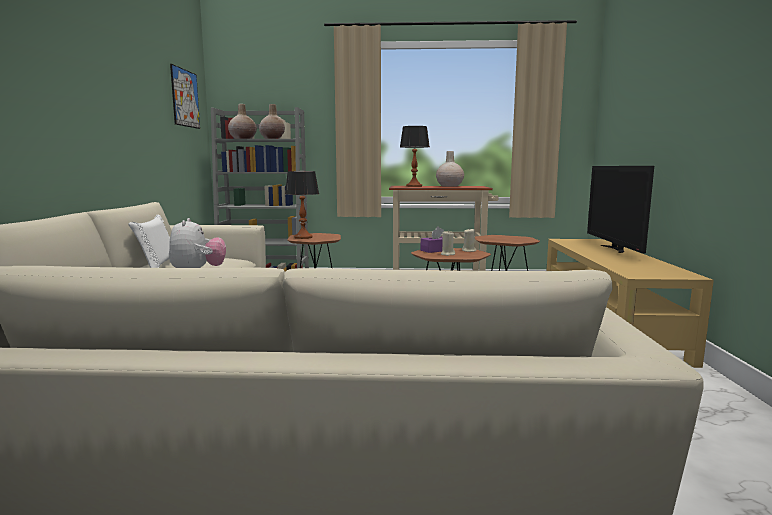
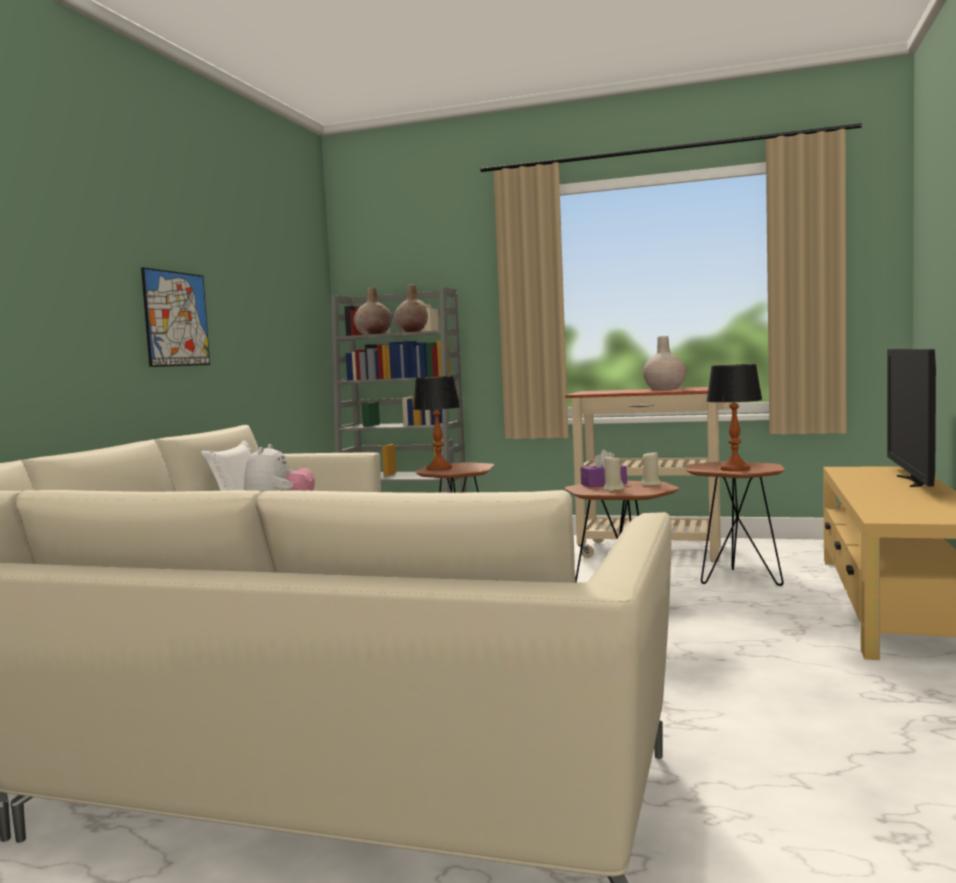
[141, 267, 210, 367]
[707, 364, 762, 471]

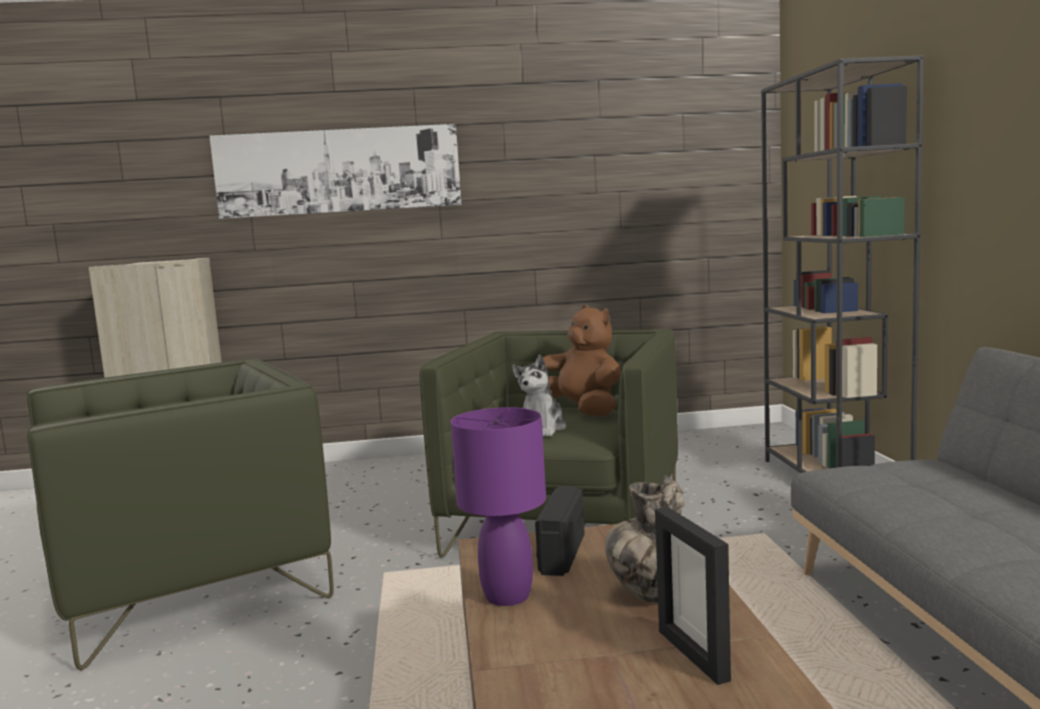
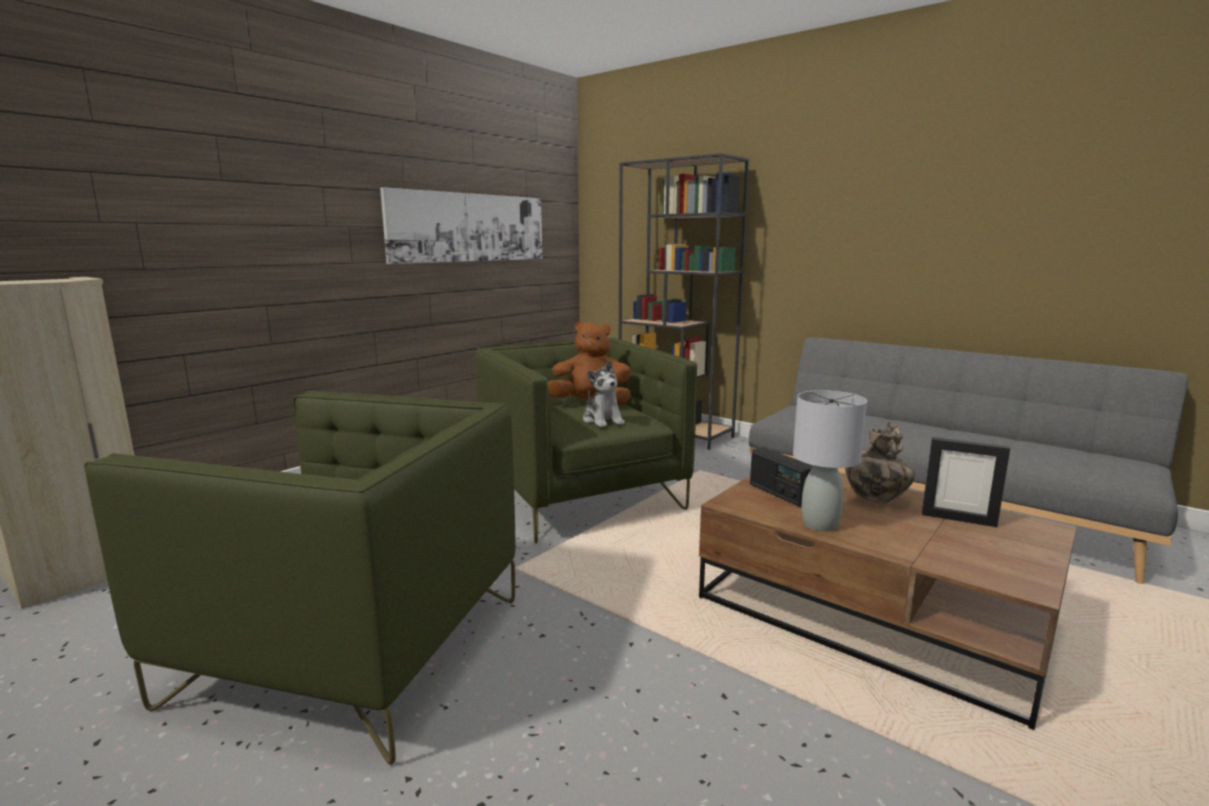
[380, 187, 542, 264]
[84, 391, 515, 766]
[793, 390, 867, 532]

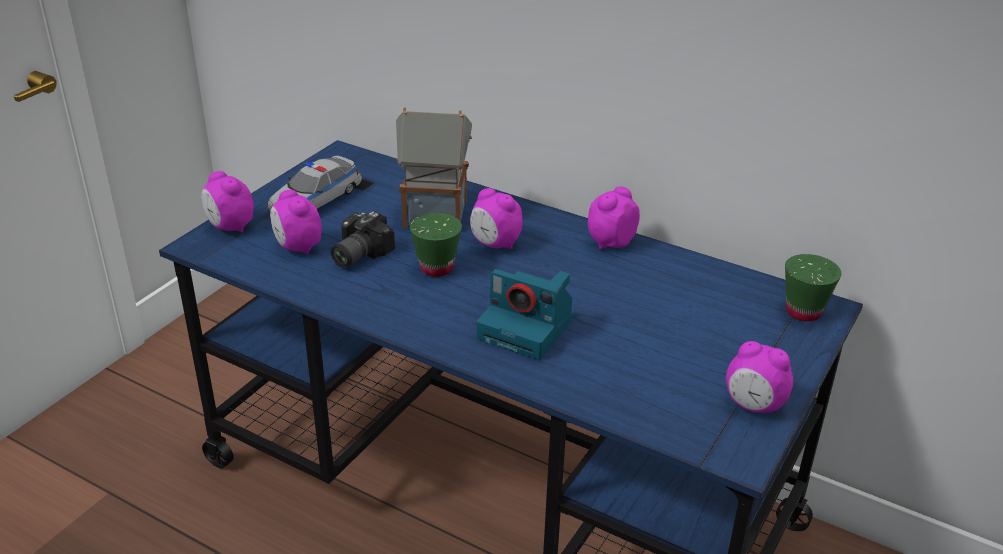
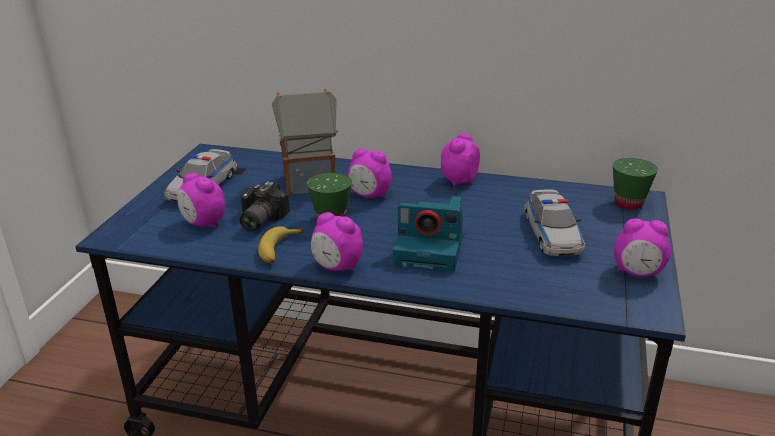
[311, 212, 363, 271]
[524, 190, 585, 256]
[258, 226, 303, 264]

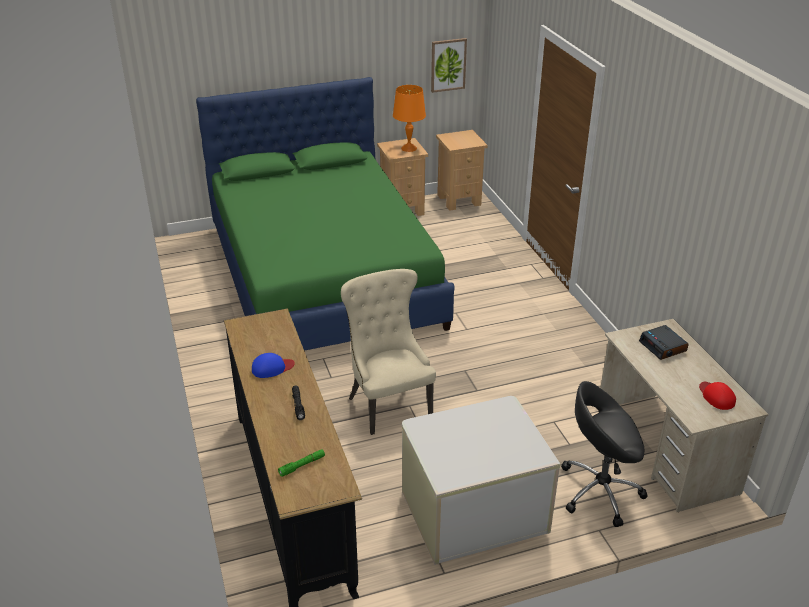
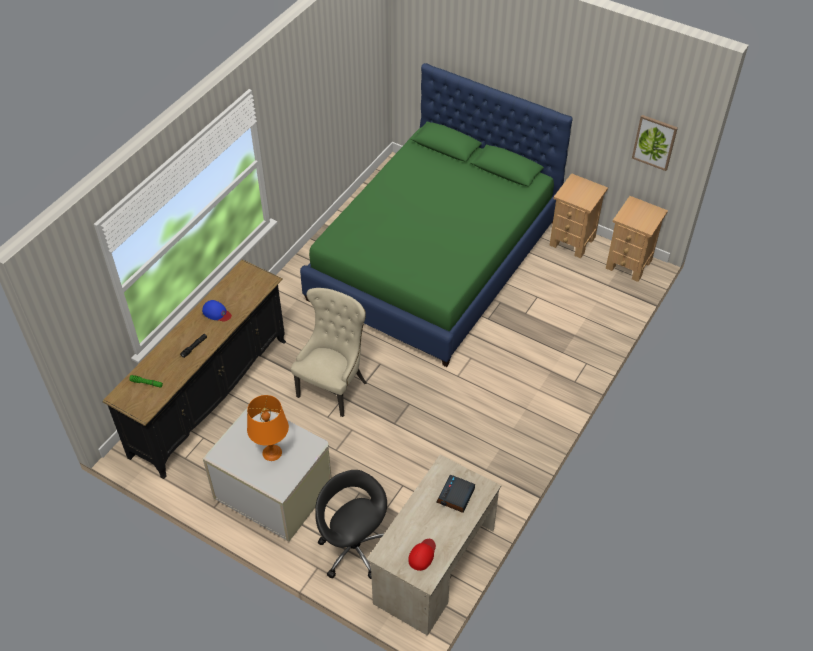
[247, 395, 289, 461]

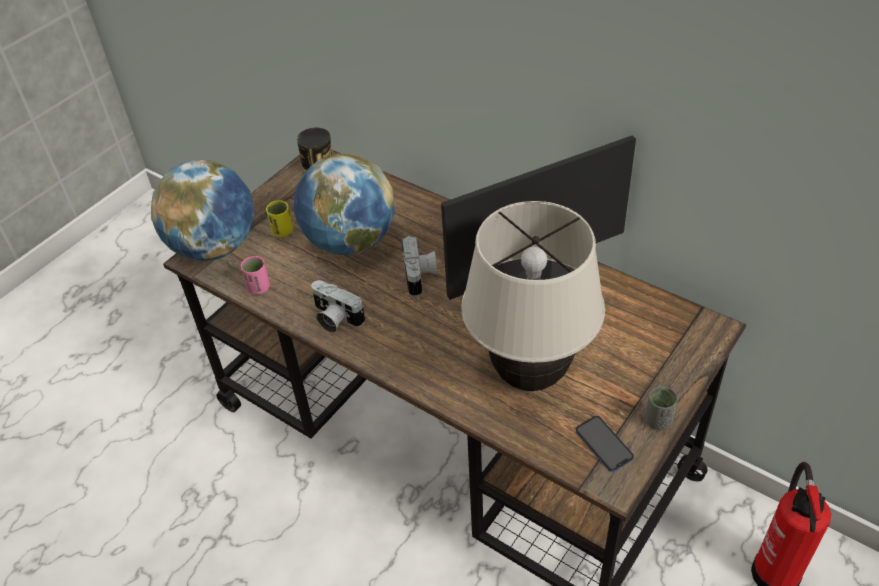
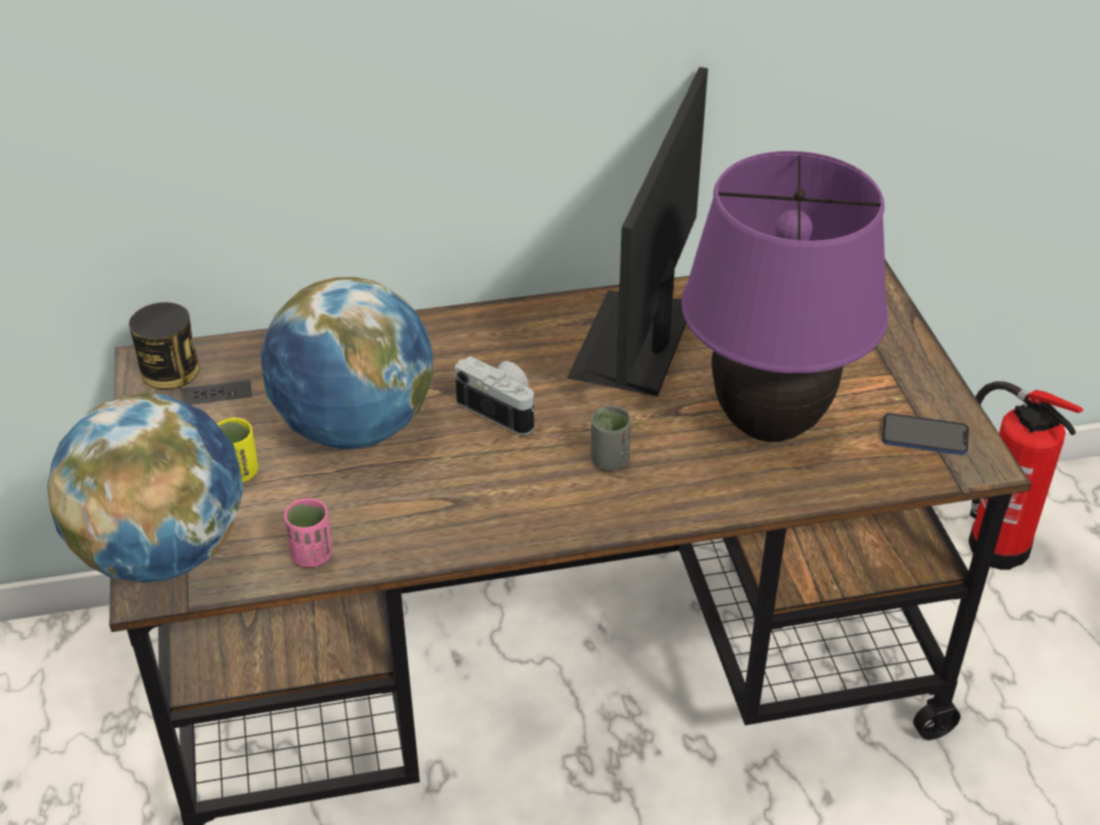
[681, 151, 889, 442]
[311, 280, 365, 333] (first image)
[591, 406, 631, 471]

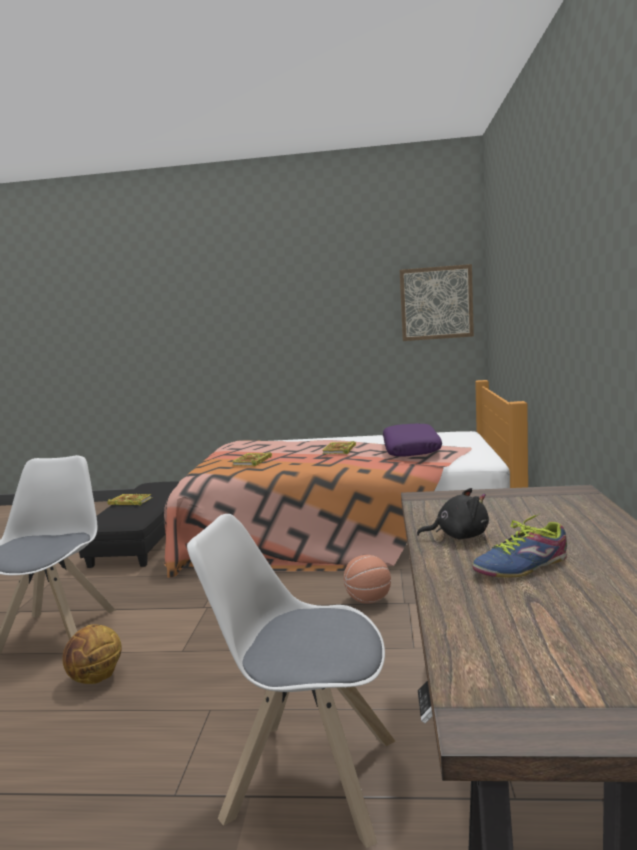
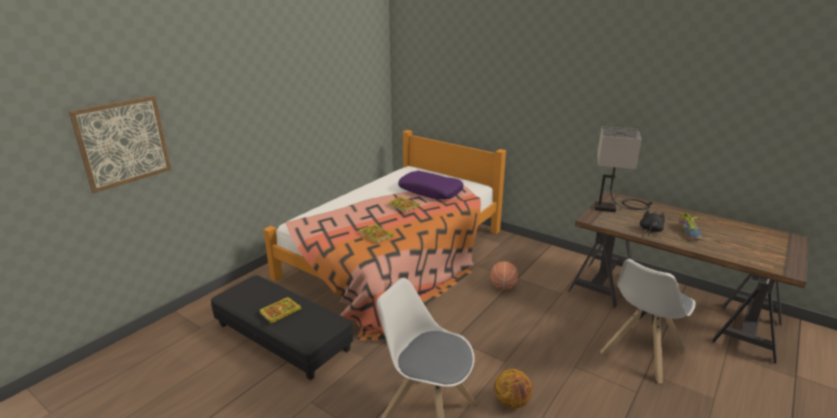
[68, 95, 171, 194]
[595, 127, 653, 212]

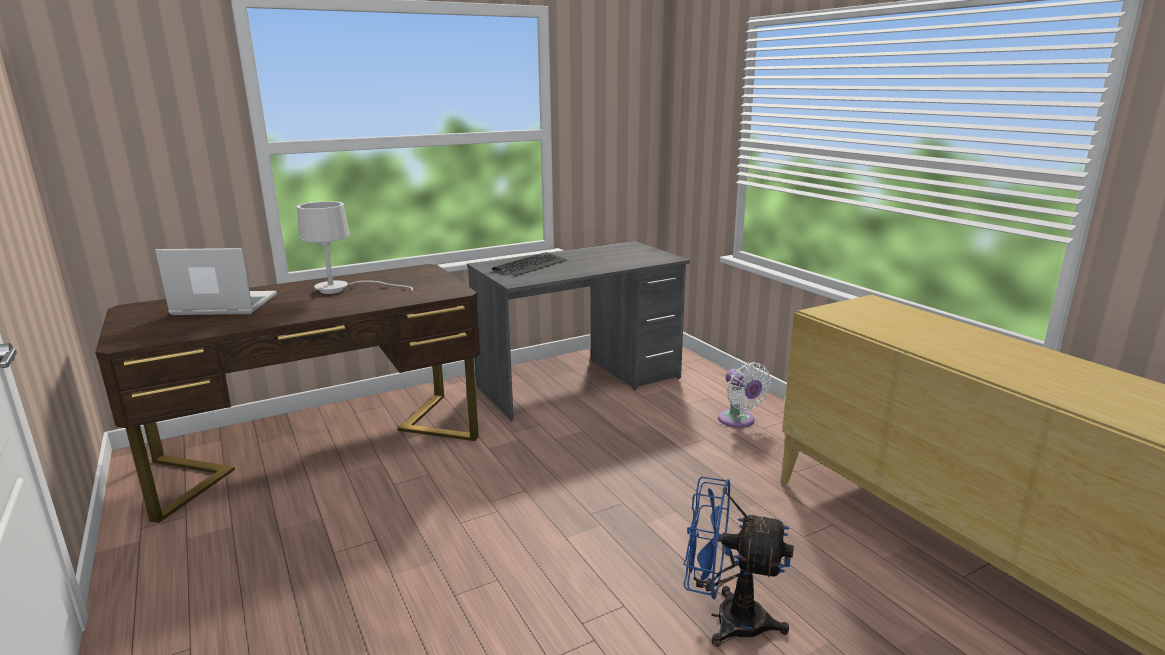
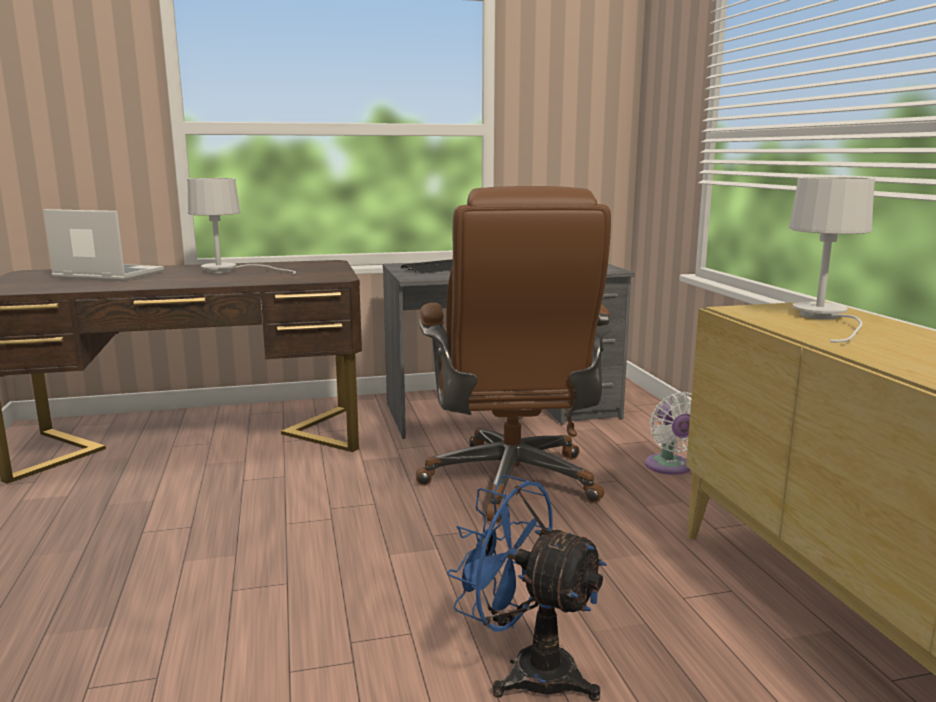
[789, 177, 875, 342]
[416, 186, 612, 522]

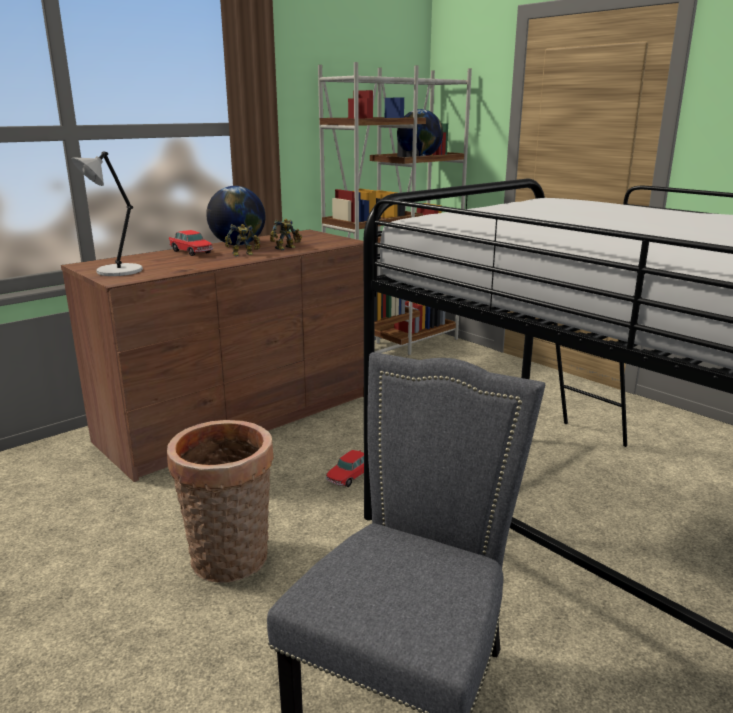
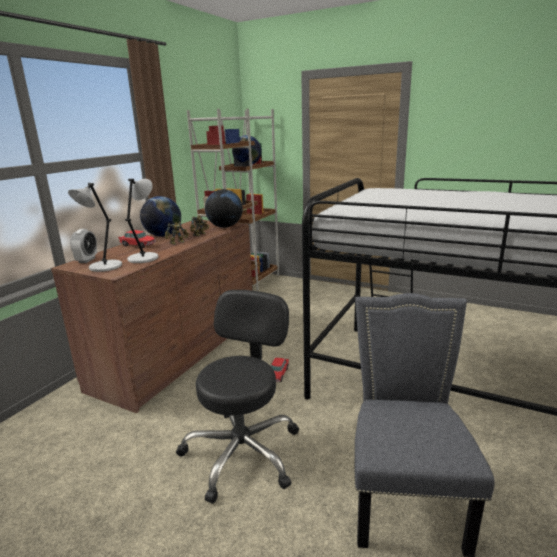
[176, 290, 299, 504]
[125, 179, 159, 263]
[205, 189, 243, 228]
[70, 229, 97, 263]

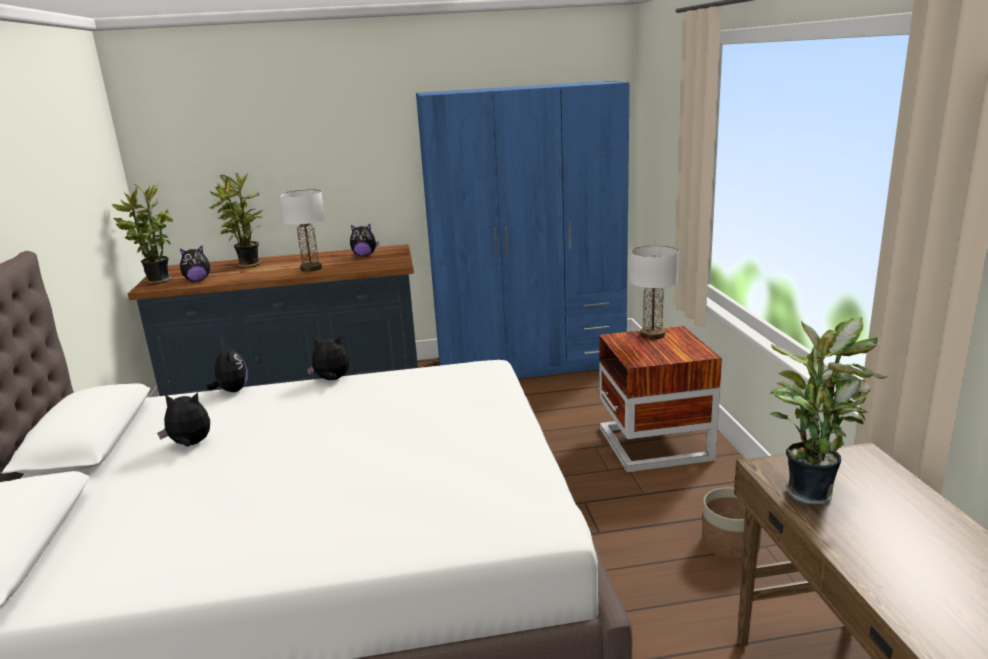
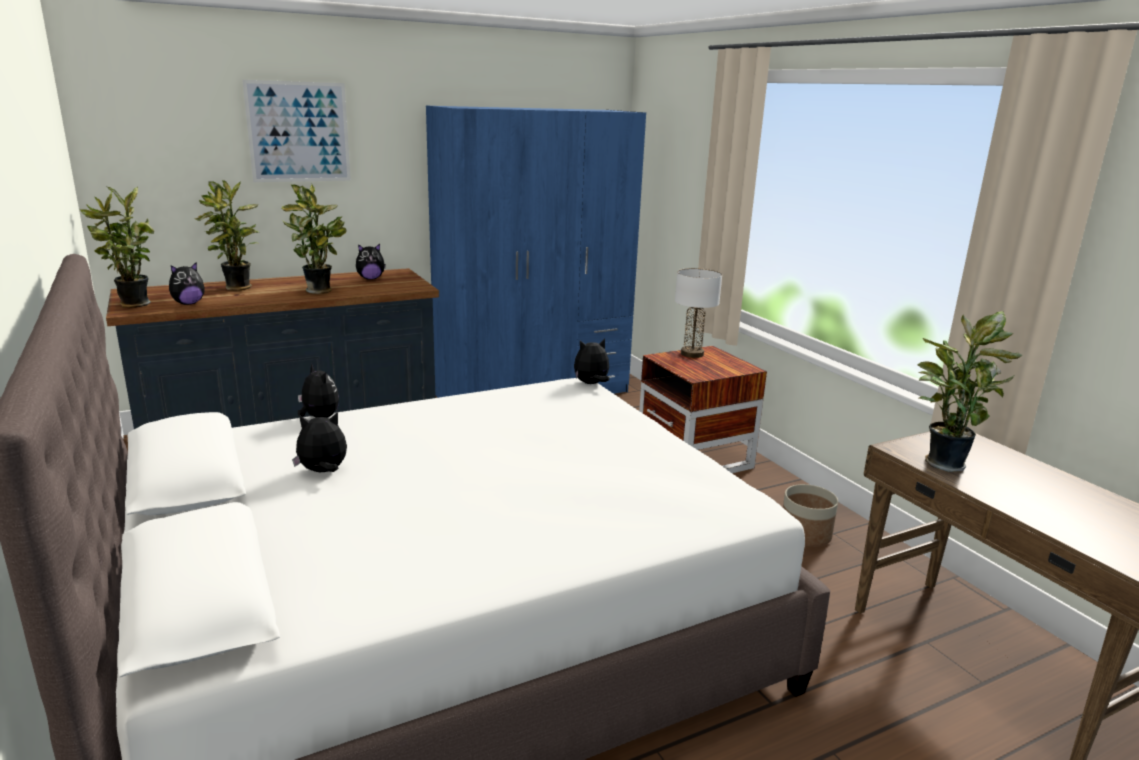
[281, 184, 347, 294]
[574, 339, 609, 384]
[242, 80, 351, 182]

